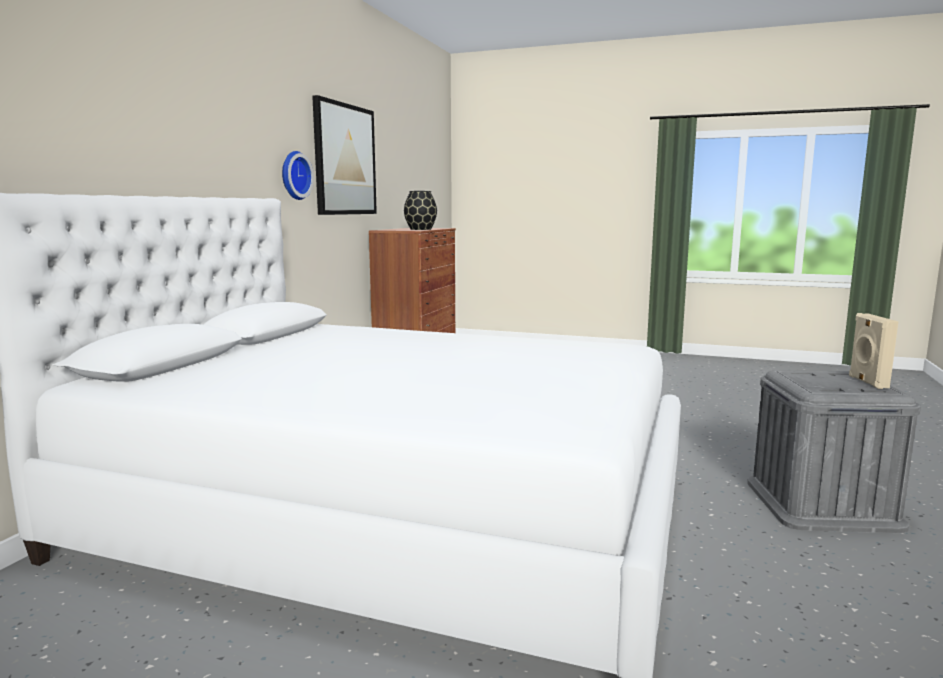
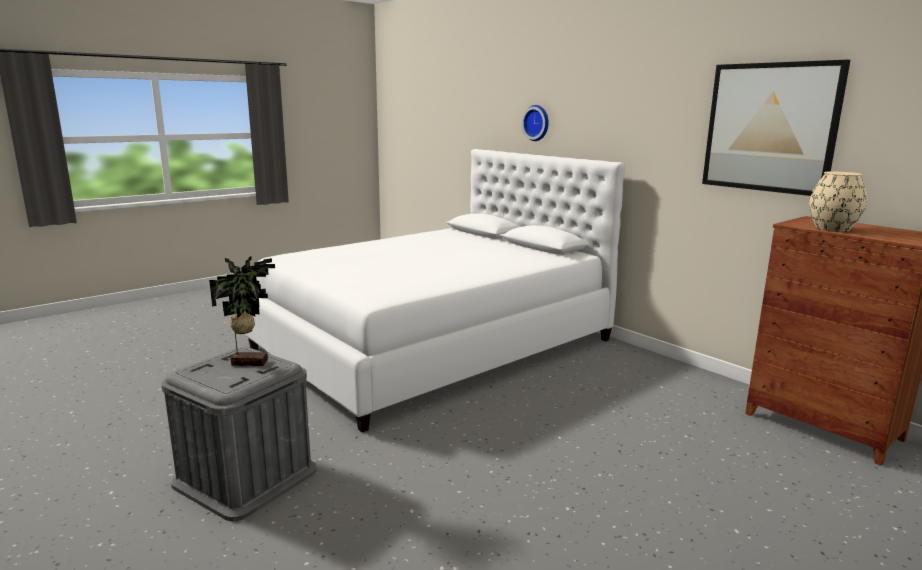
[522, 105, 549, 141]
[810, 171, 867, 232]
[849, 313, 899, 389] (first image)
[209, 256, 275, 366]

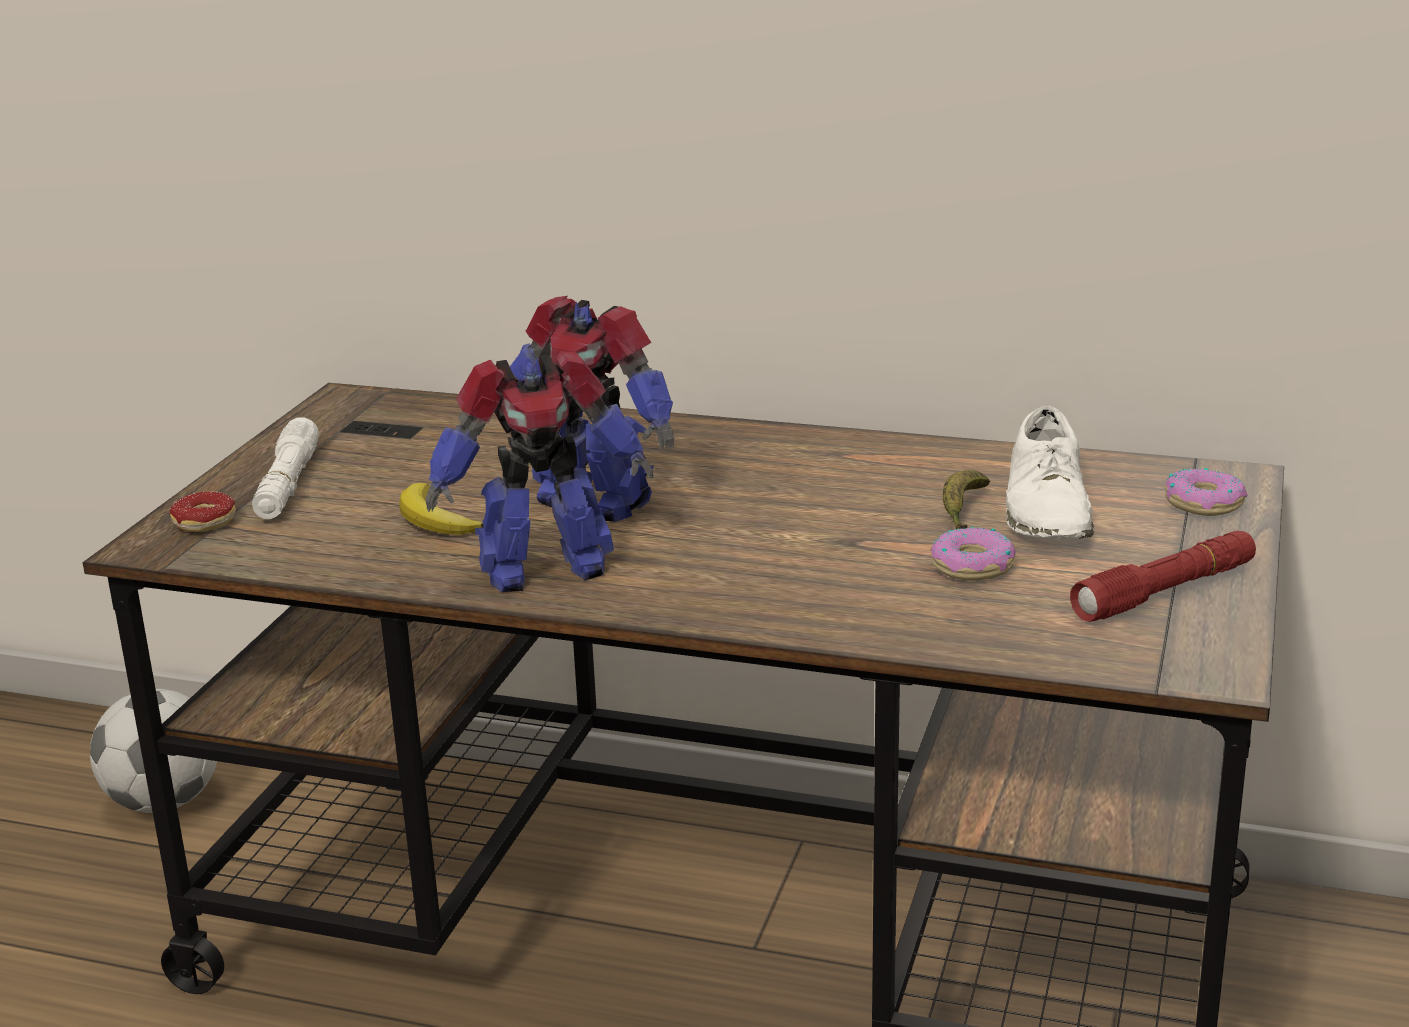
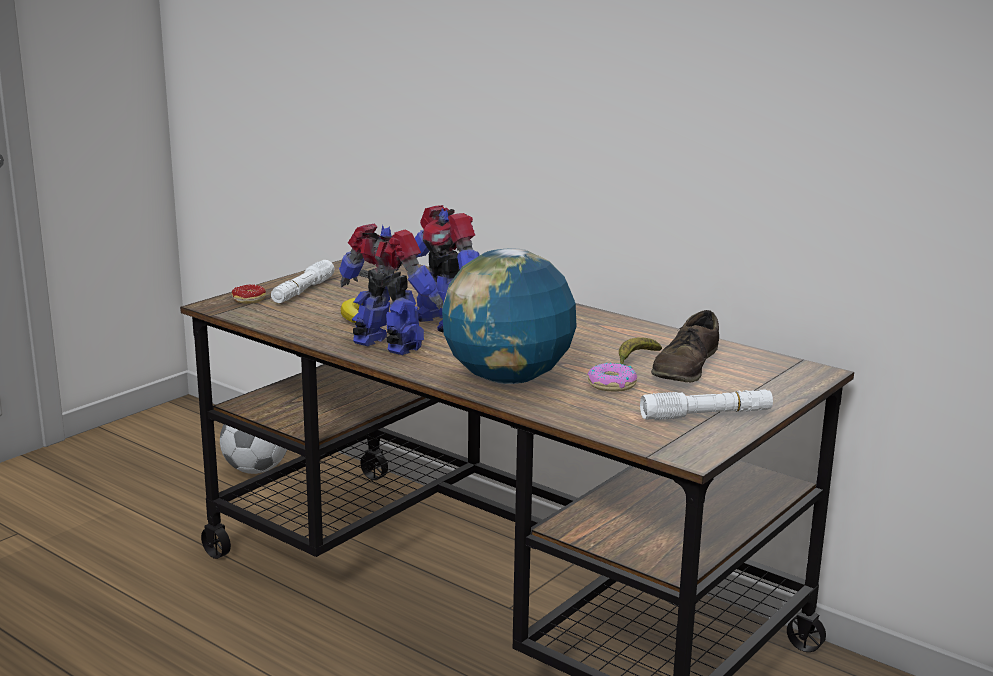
[339, 224, 443, 355]
[651, 310, 719, 383]
[1165, 468, 1247, 516] (first image)
[640, 389, 773, 420]
[442, 248, 577, 384]

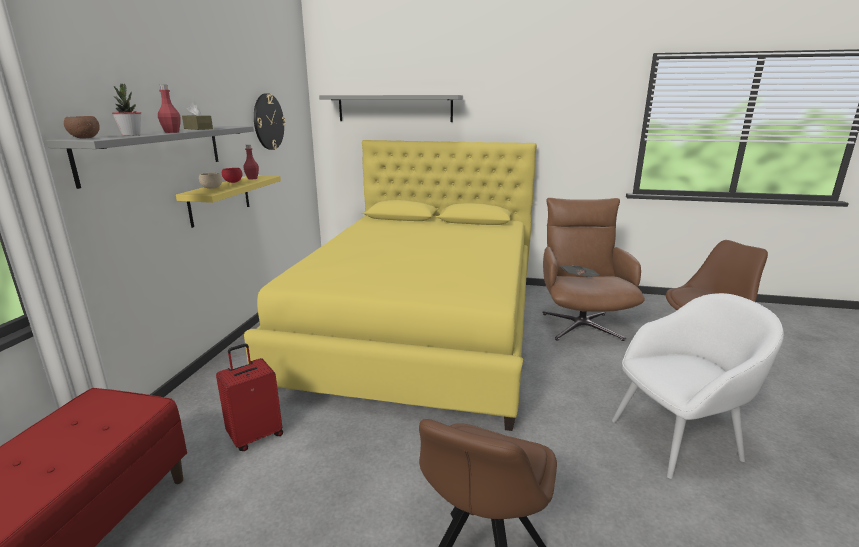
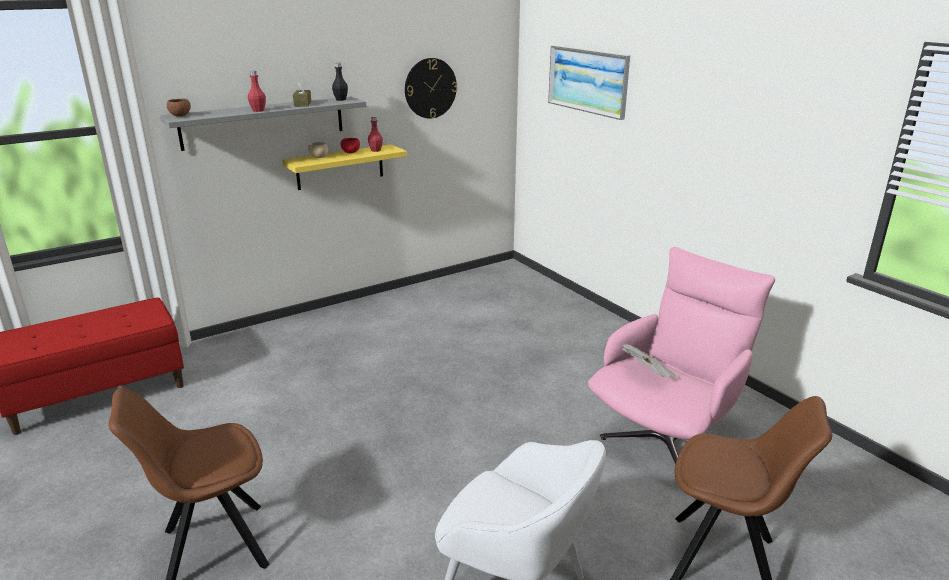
[112, 84, 141, 136] (first image)
[548, 45, 630, 120]
[244, 140, 537, 431] (first image)
[588, 247, 775, 464]
[216, 344, 283, 451] (first image)
[332, 63, 348, 101]

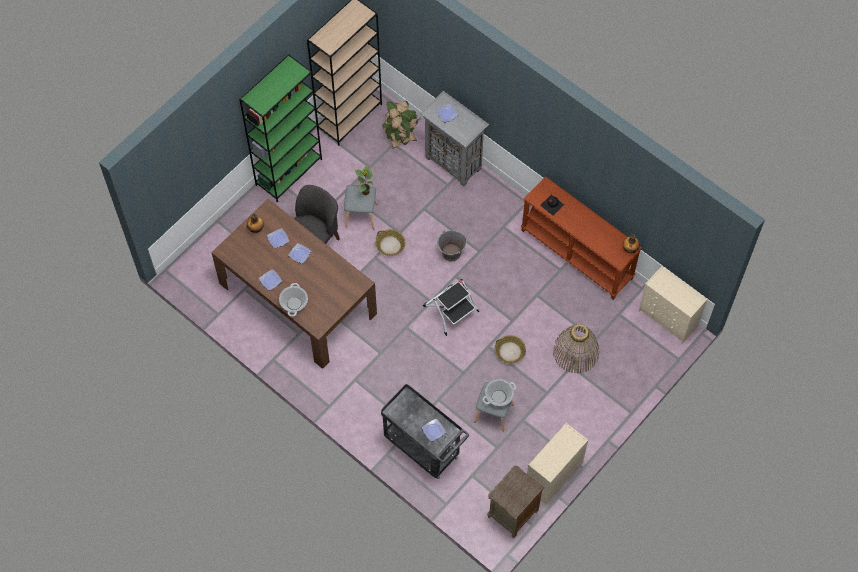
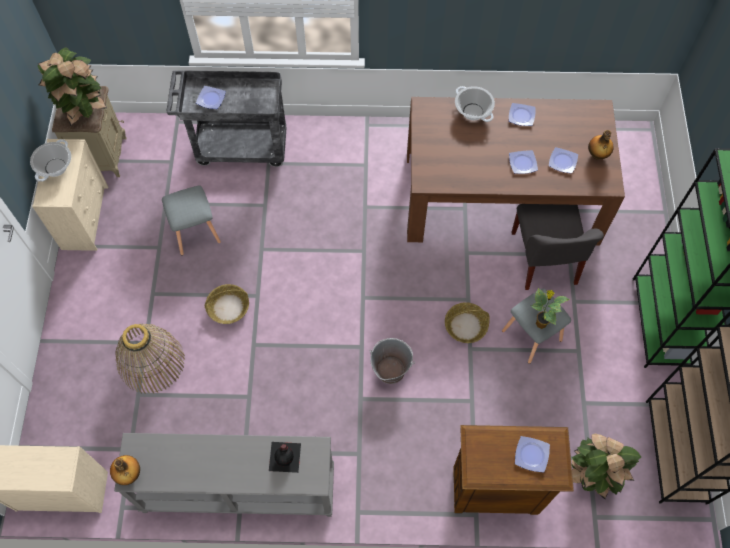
[453, 425, 574, 515]
[114, 433, 334, 517]
[422, 279, 479, 336] (first image)
[30, 139, 71, 182]
[37, 47, 107, 126]

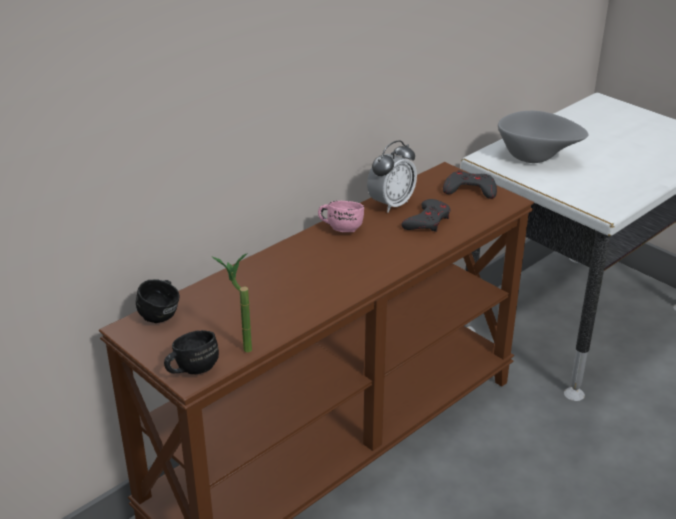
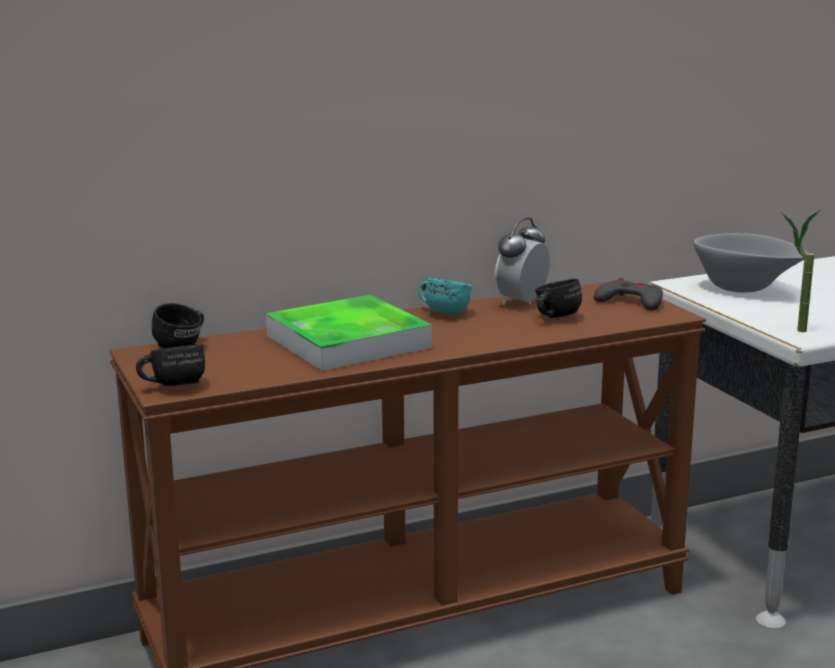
[494, 217, 550, 305]
[535, 279, 582, 318]
[418, 277, 472, 314]
[781, 209, 821, 332]
[266, 295, 432, 371]

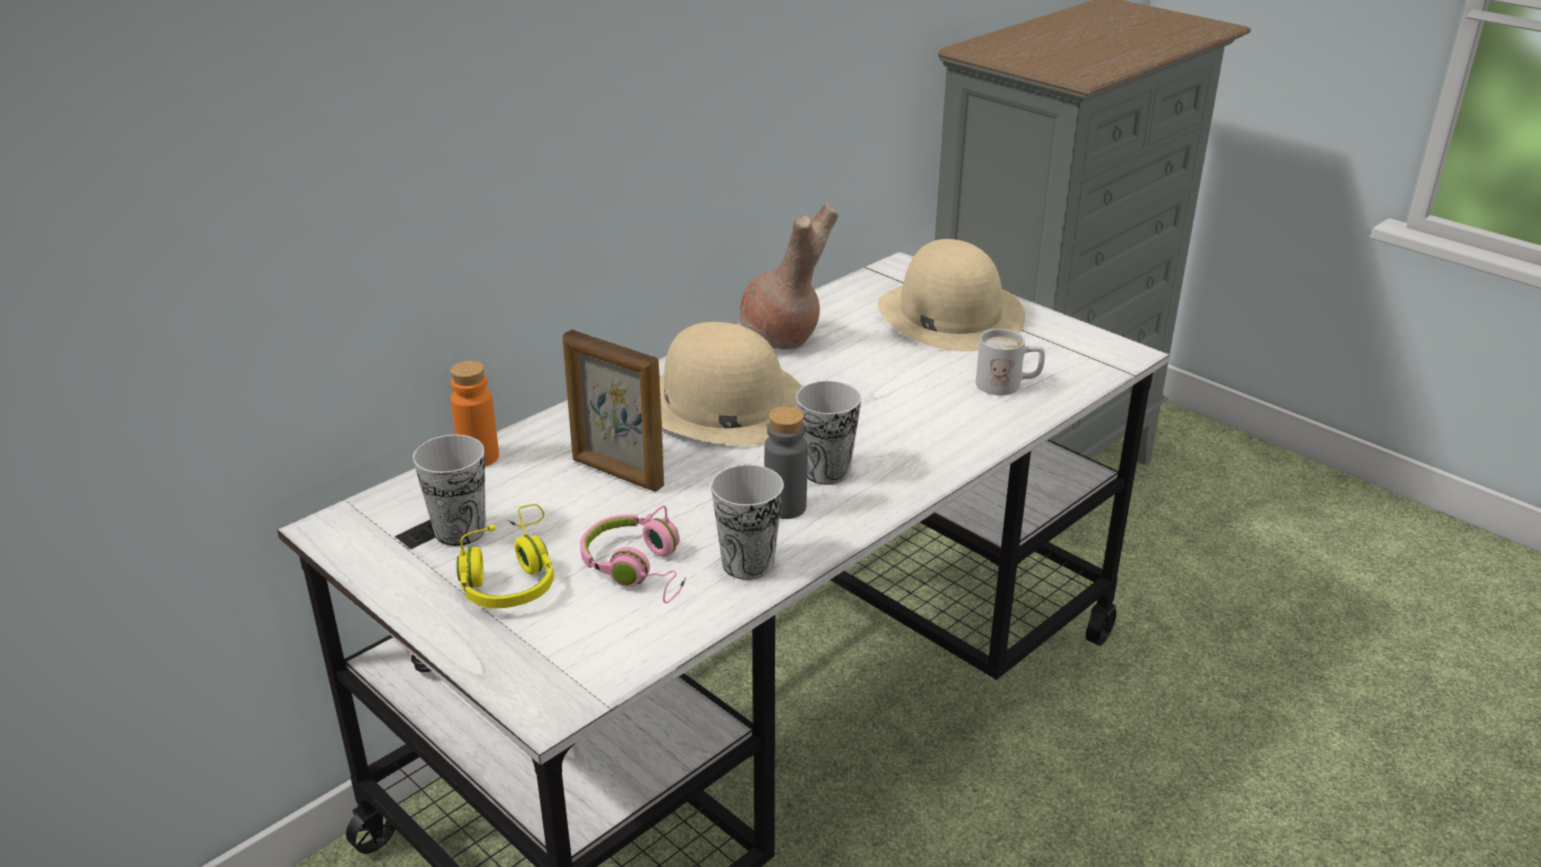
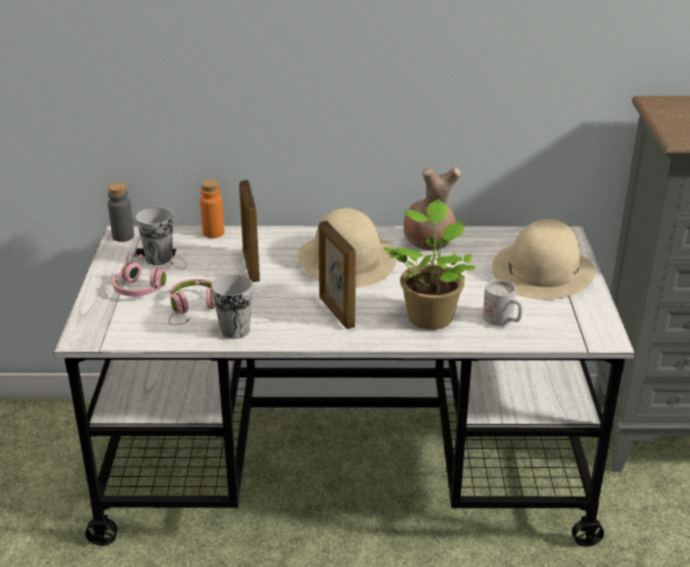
[319, 221, 356, 329]
[108, 183, 134, 242]
[113, 254, 186, 297]
[384, 199, 475, 330]

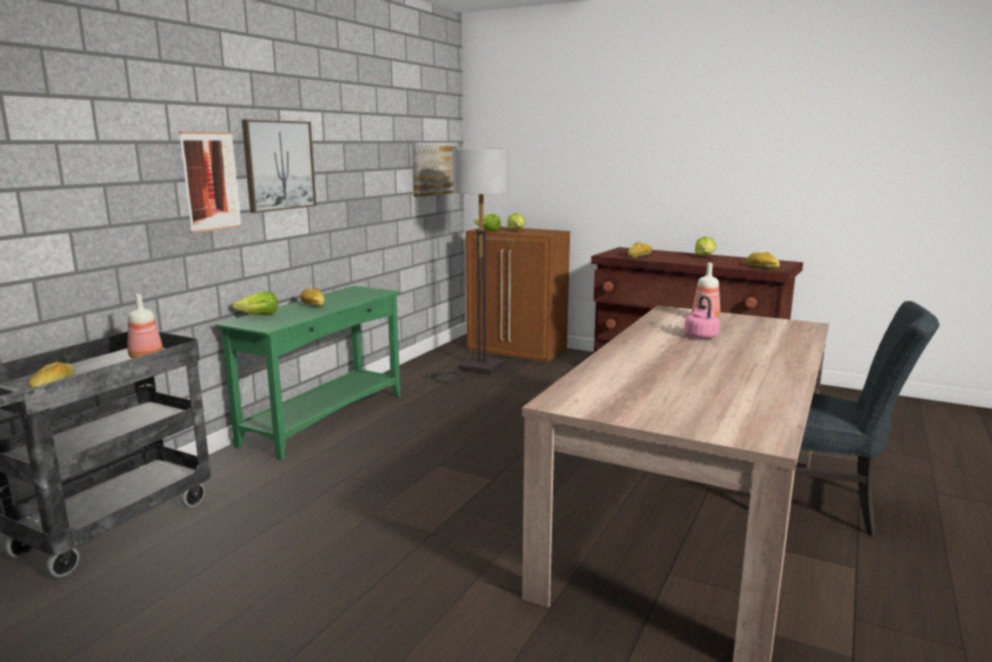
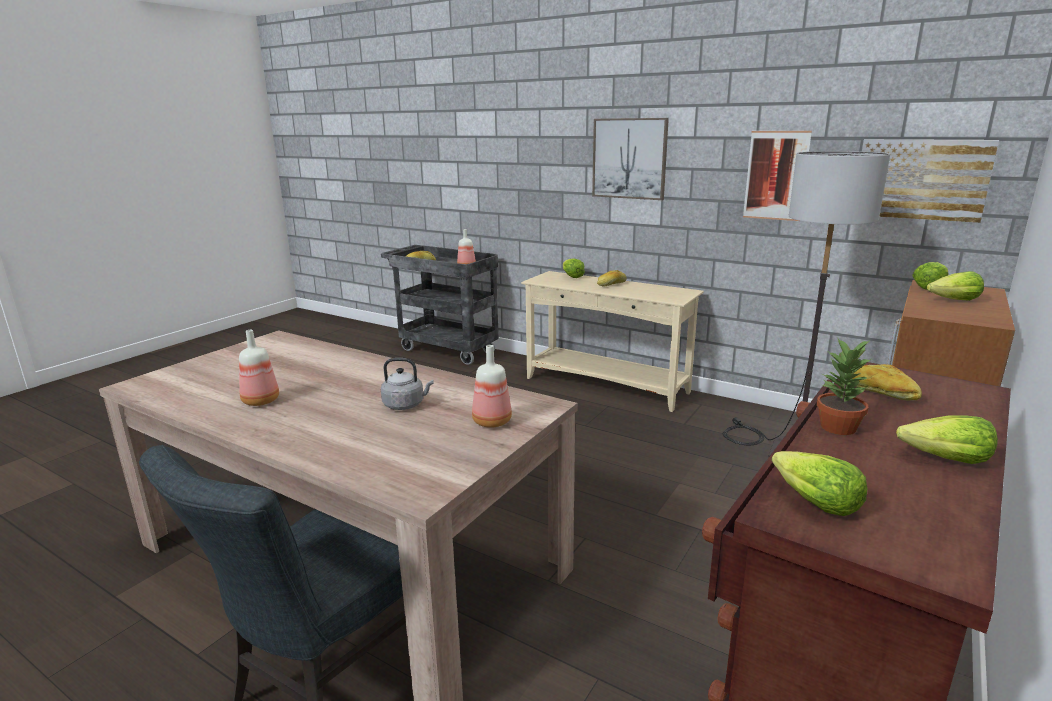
[743, 131, 812, 221]
[772, 451, 867, 516]
[521, 271, 704, 412]
[381, 358, 434, 410]
[239, 330, 279, 406]
[817, 337, 871, 435]

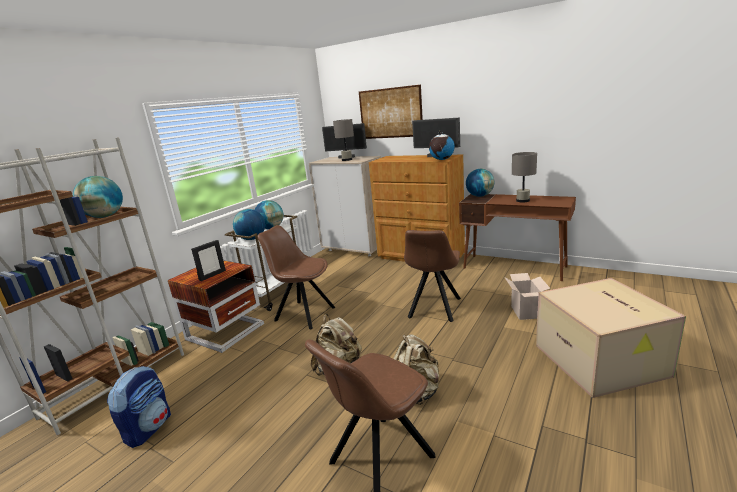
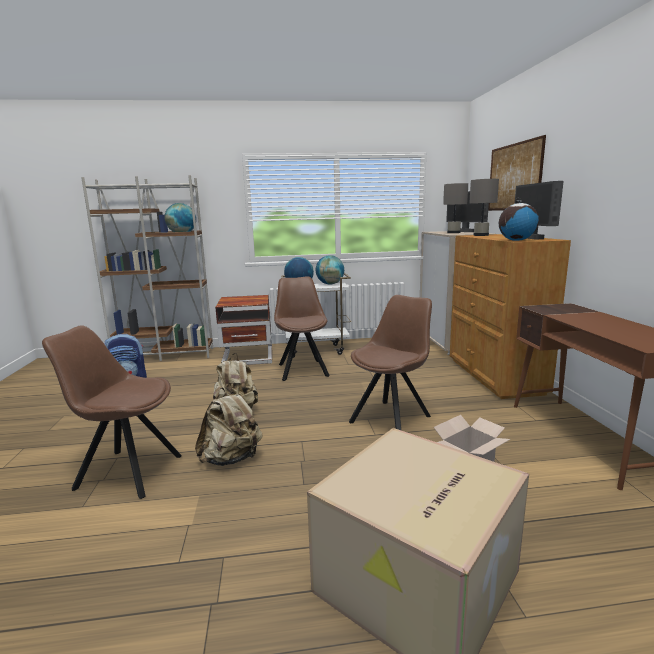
[470, 179, 499, 236]
[466, 169, 494, 197] (first image)
[349, 295, 432, 430]
[191, 240, 226, 281] (first image)

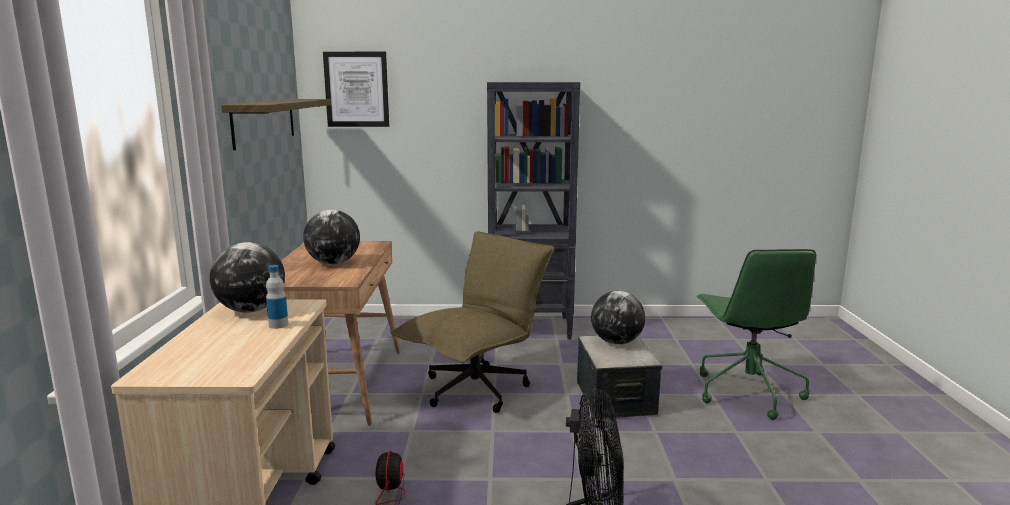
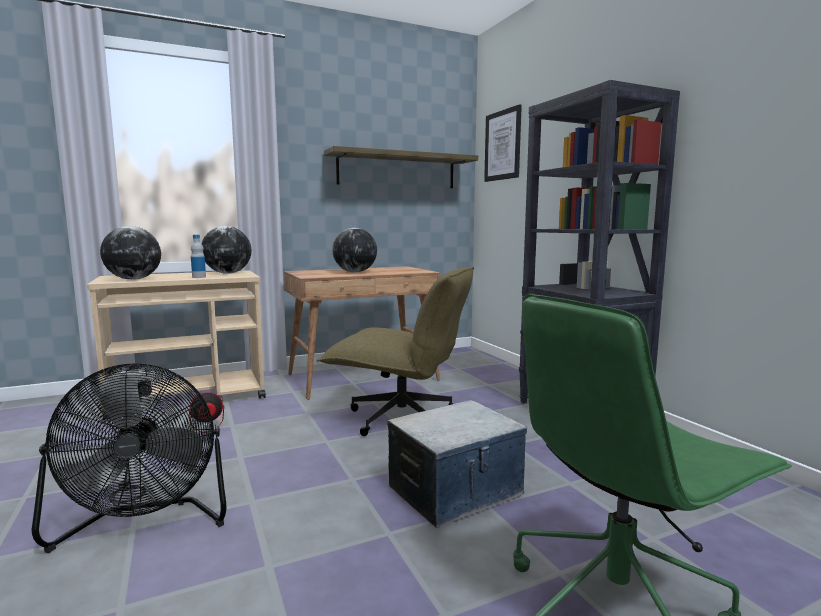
[100, 226, 161, 280]

